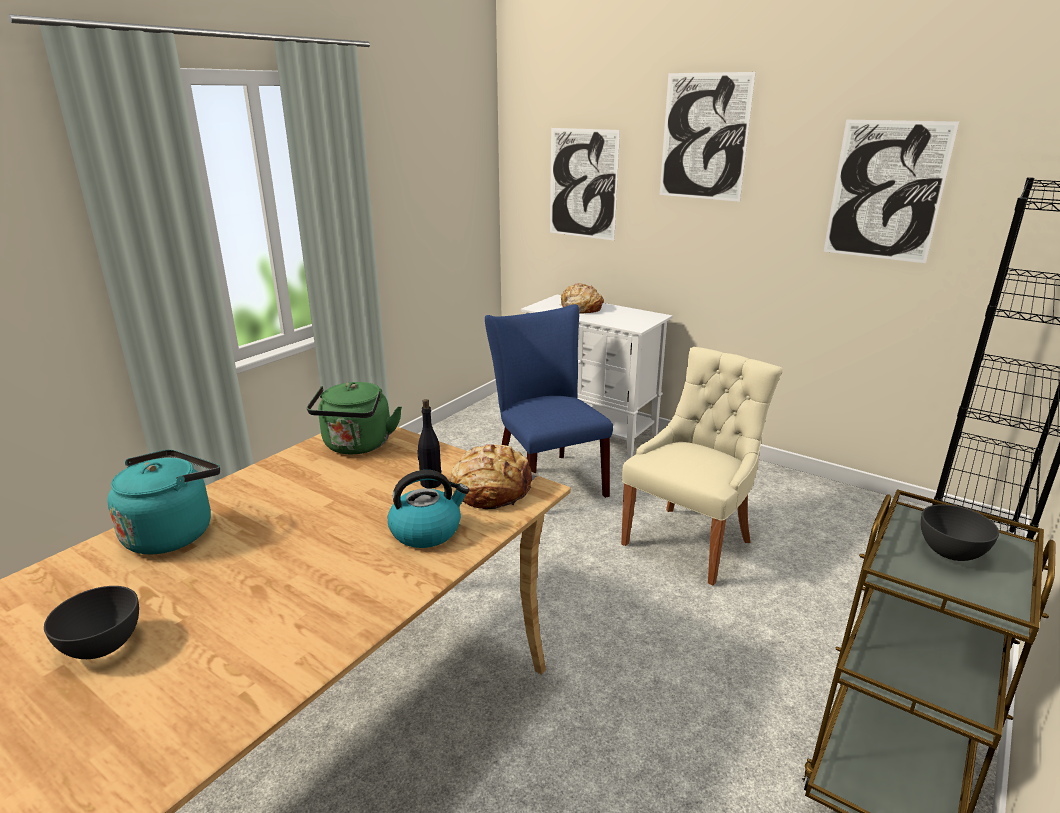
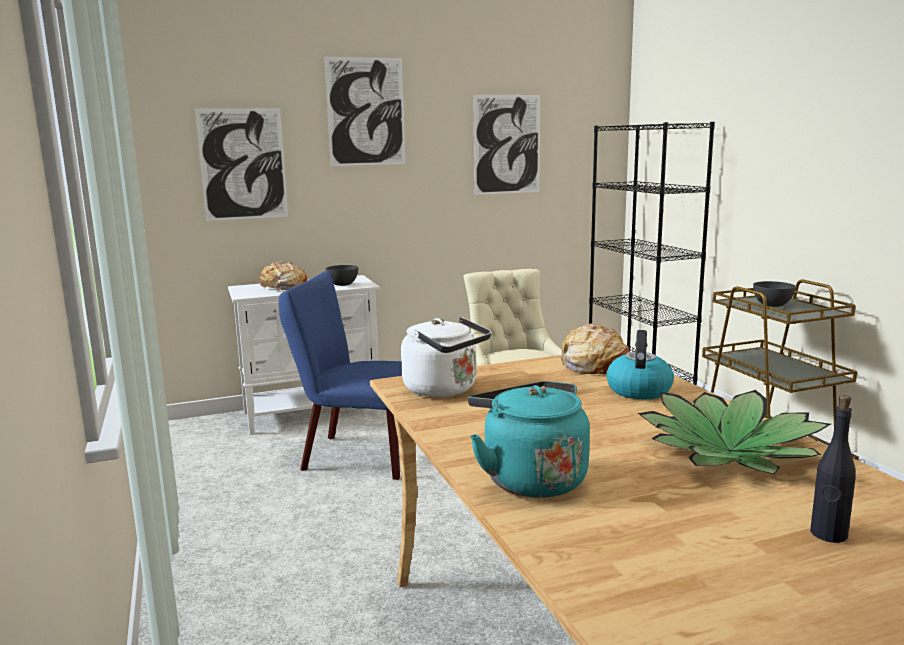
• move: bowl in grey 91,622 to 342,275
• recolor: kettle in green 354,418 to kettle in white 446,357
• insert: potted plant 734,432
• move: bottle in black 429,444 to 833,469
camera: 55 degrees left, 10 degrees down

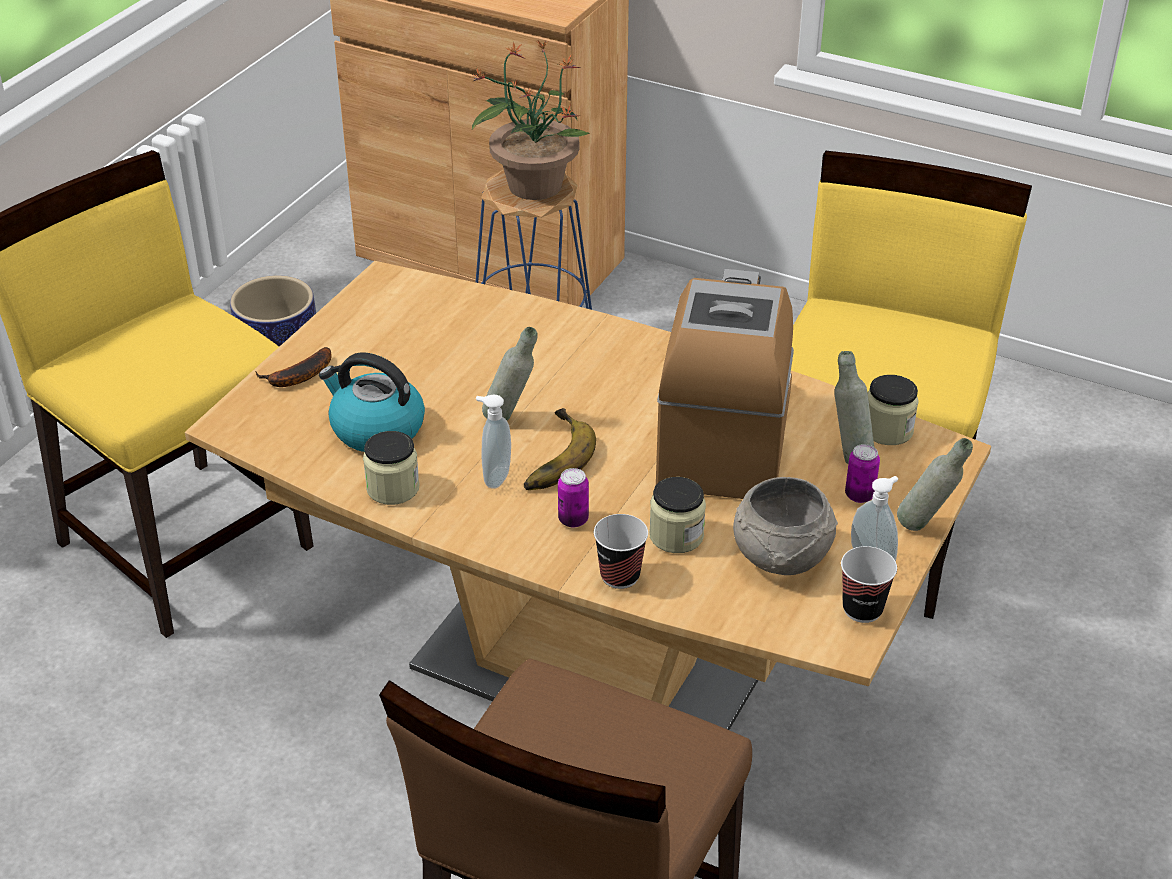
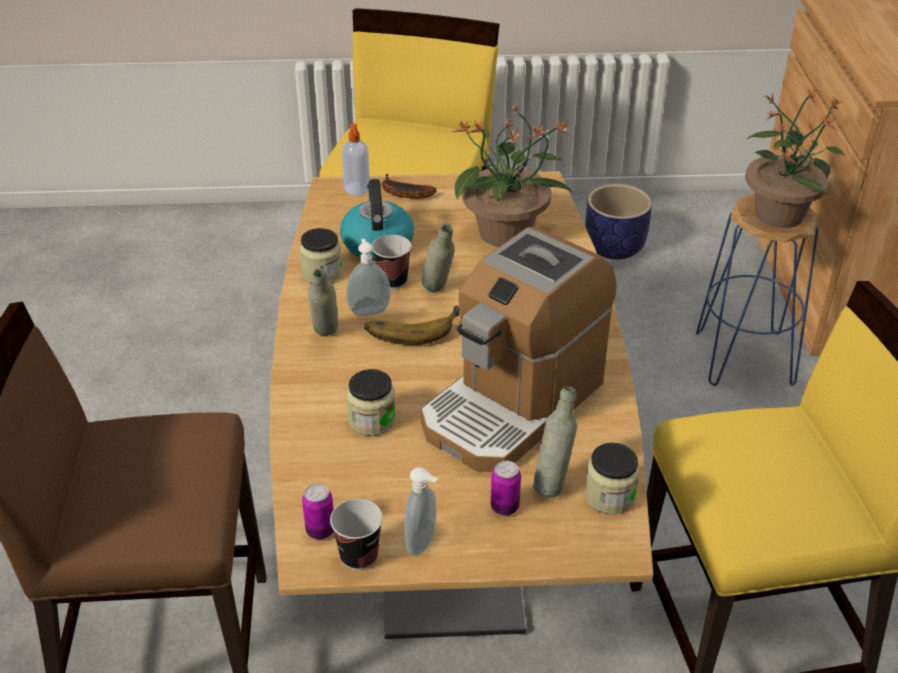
• move: can 573,498 to 318,512
• move: bottle in grey 935,484 to 323,302
• insert: soap dispenser 356,159
• move: cup 621,551 to 391,262
• rotate: coffee machine 725,384 = 519,349 150 degrees clockwise
• insert: potted plant 512,176
• delete: bowl in grey 785,526
camera: 60 degrees right, 0 degrees up

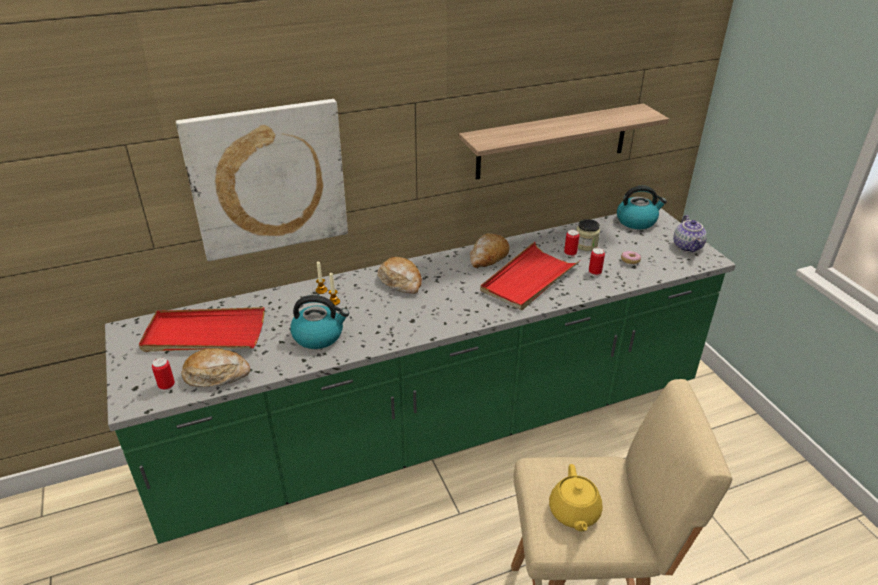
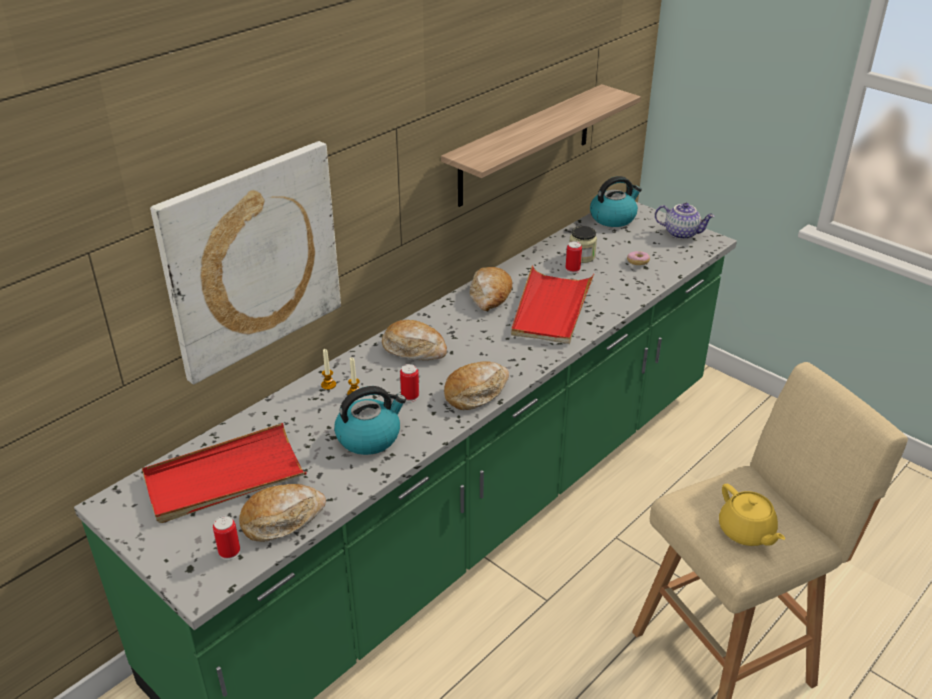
• move: can 597,262 to 409,383
• insert: bread 476,385
• rotate: teapot 690,233 = 685,221 45 degrees counterclockwise
camera: 25 degrees left, 0 degrees up

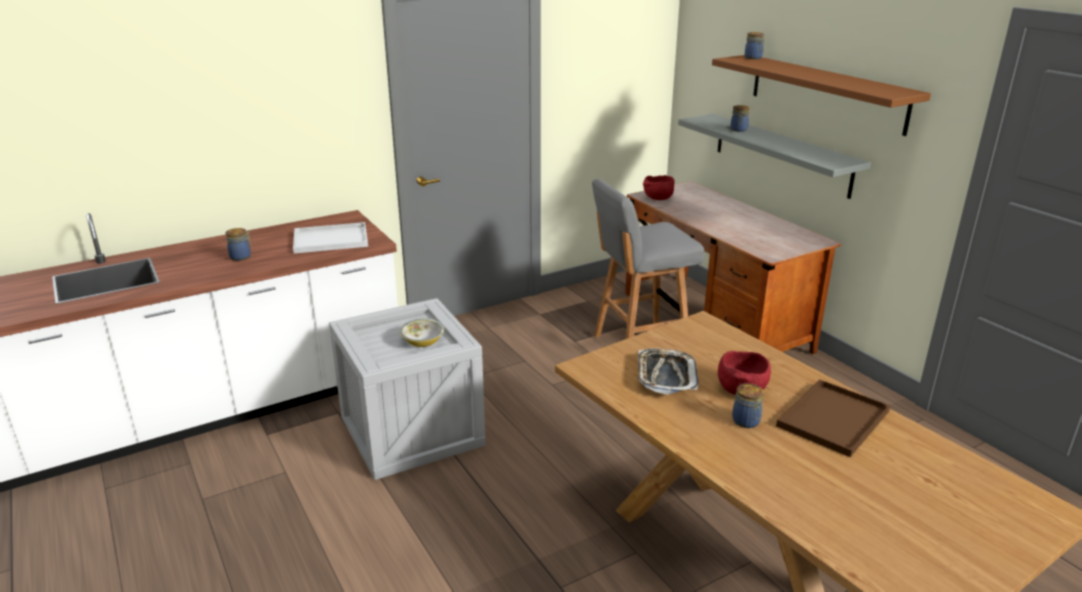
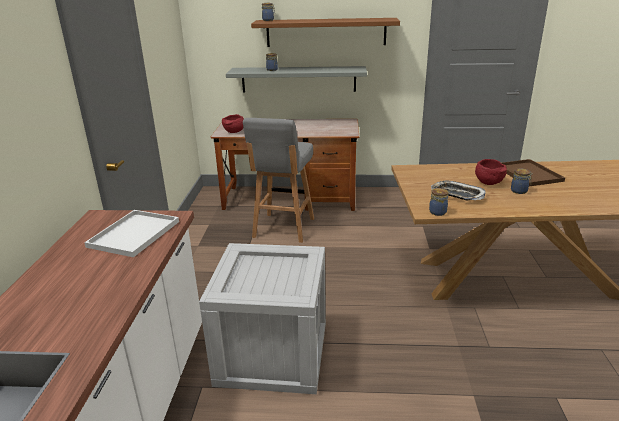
• move: jar 238,244 to 439,202
• delete: bowl 422,332
camera: 55 degrees left, 0 degrees up

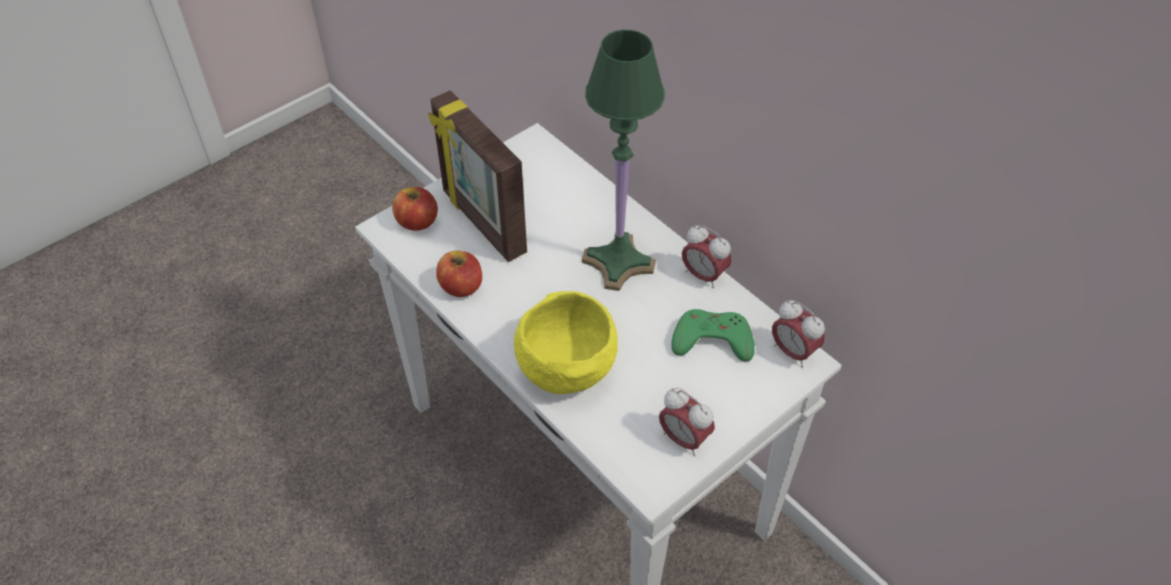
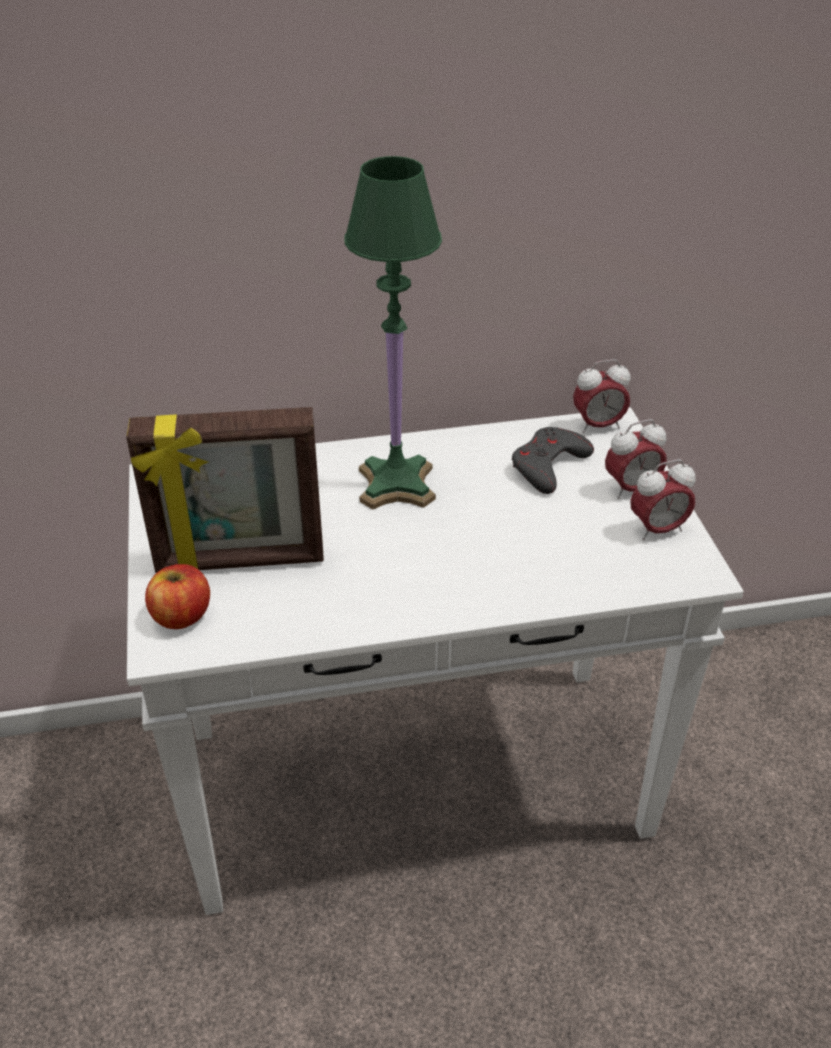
• recolor: game controller in green 713,335 to game controller in grey 553,460
• move: alarm clock 707,256 to 636,459
• delete: apple 459,274
• delete: bowl in yellow 566,342
camera: 60 degrees left, 10 degrees down

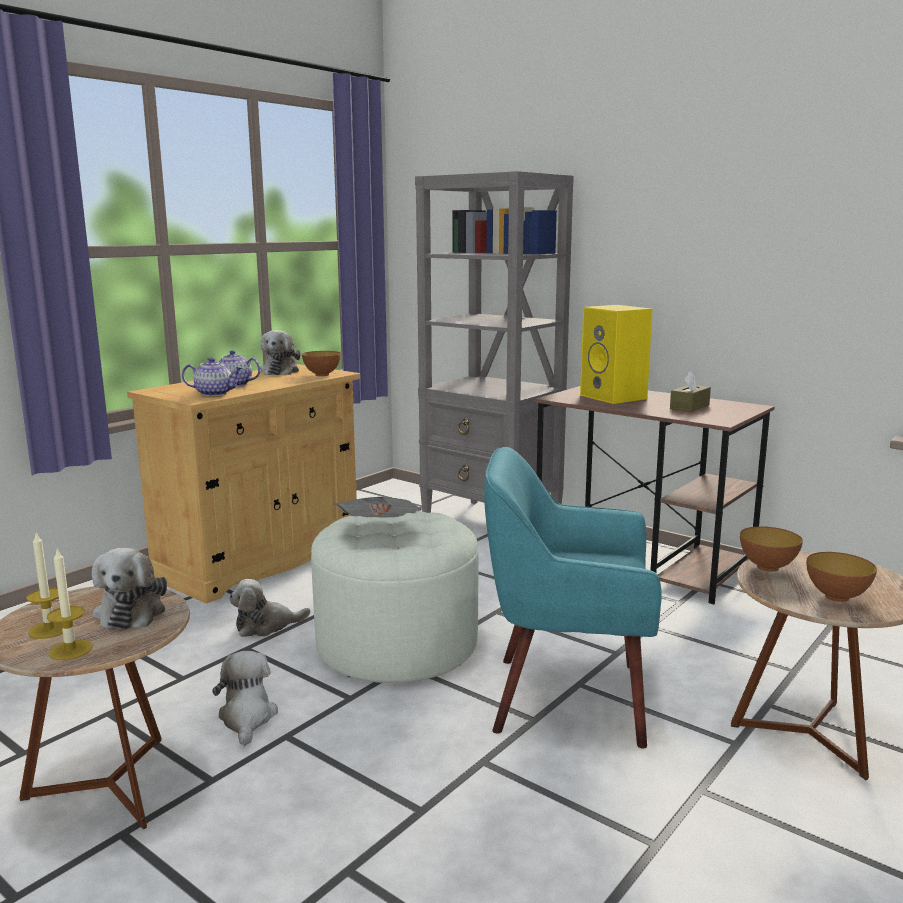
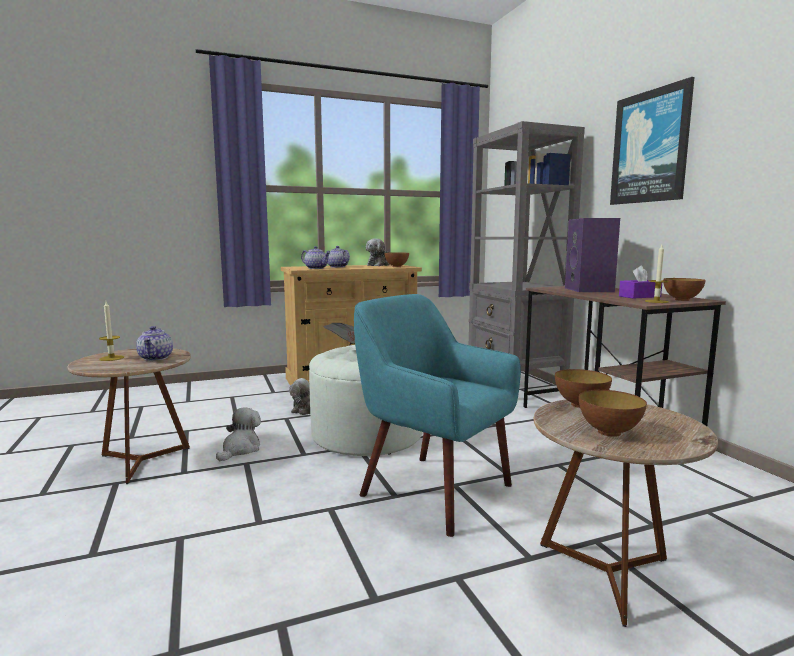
• replace: plush toy 129,589 to teapot 154,343
• recolor: speaker in yellow 616,354 to speaker in purple 592,255
• insert: picture 652,141
• recolor: tissue box in brown 690,391 to tissue box in purple 640,282
• move: candle 70,604 to 657,274
• insert: bowl 684,289
camera: 30 degrees right, 5 degrees down

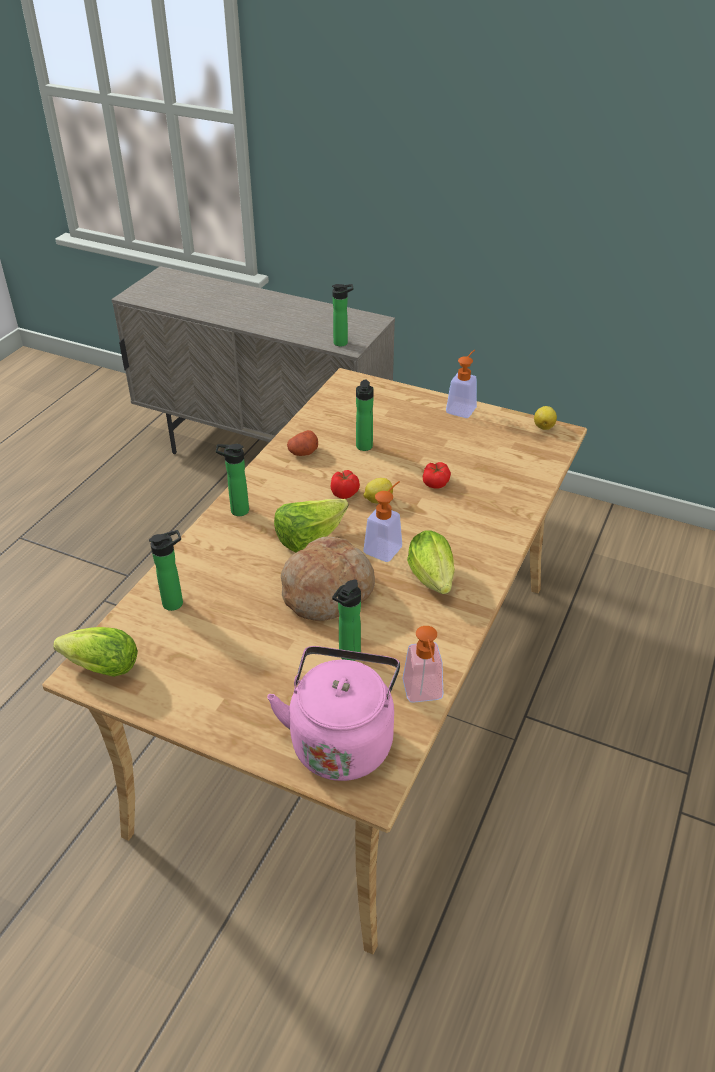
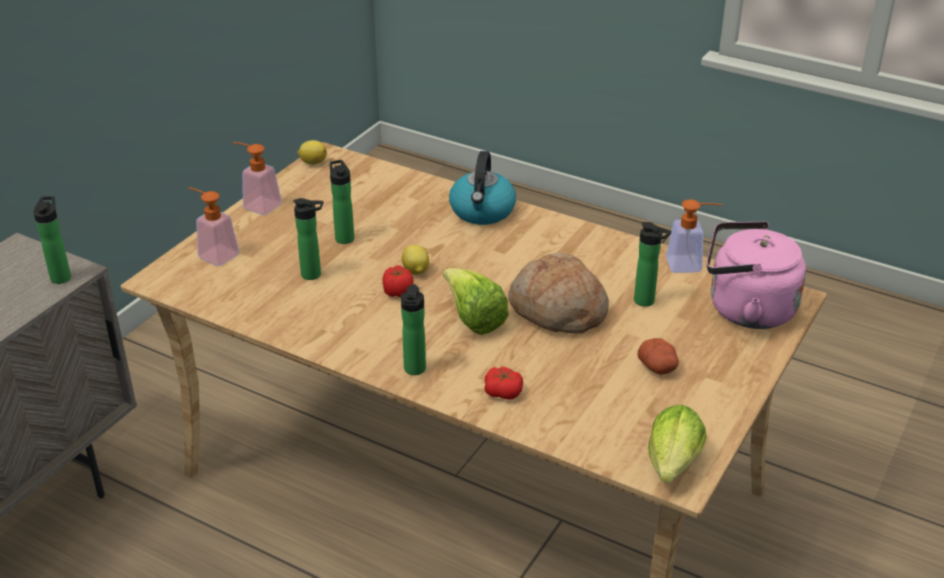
• move: soap dispenser 382,521 to 213,226
• move: bottle 166,570 to 342,202
• insert: kettle 482,188
• move: tomato 437,475 to 503,383
• move: potato 302,443 to 658,356
• delete: lettuce 431,562
camera: 85 degrees left, 5 degrees down

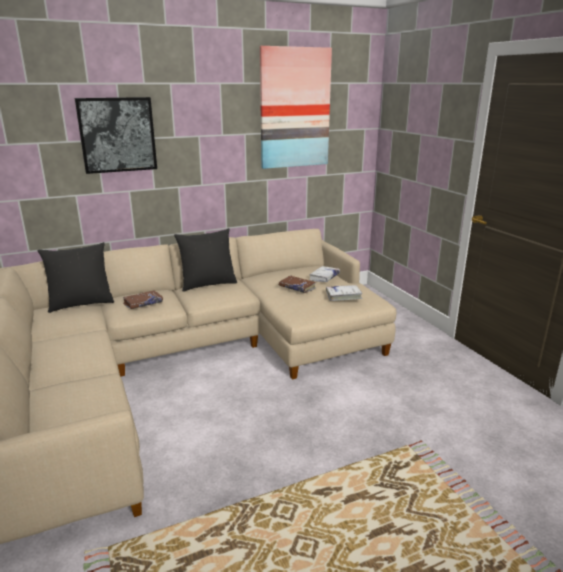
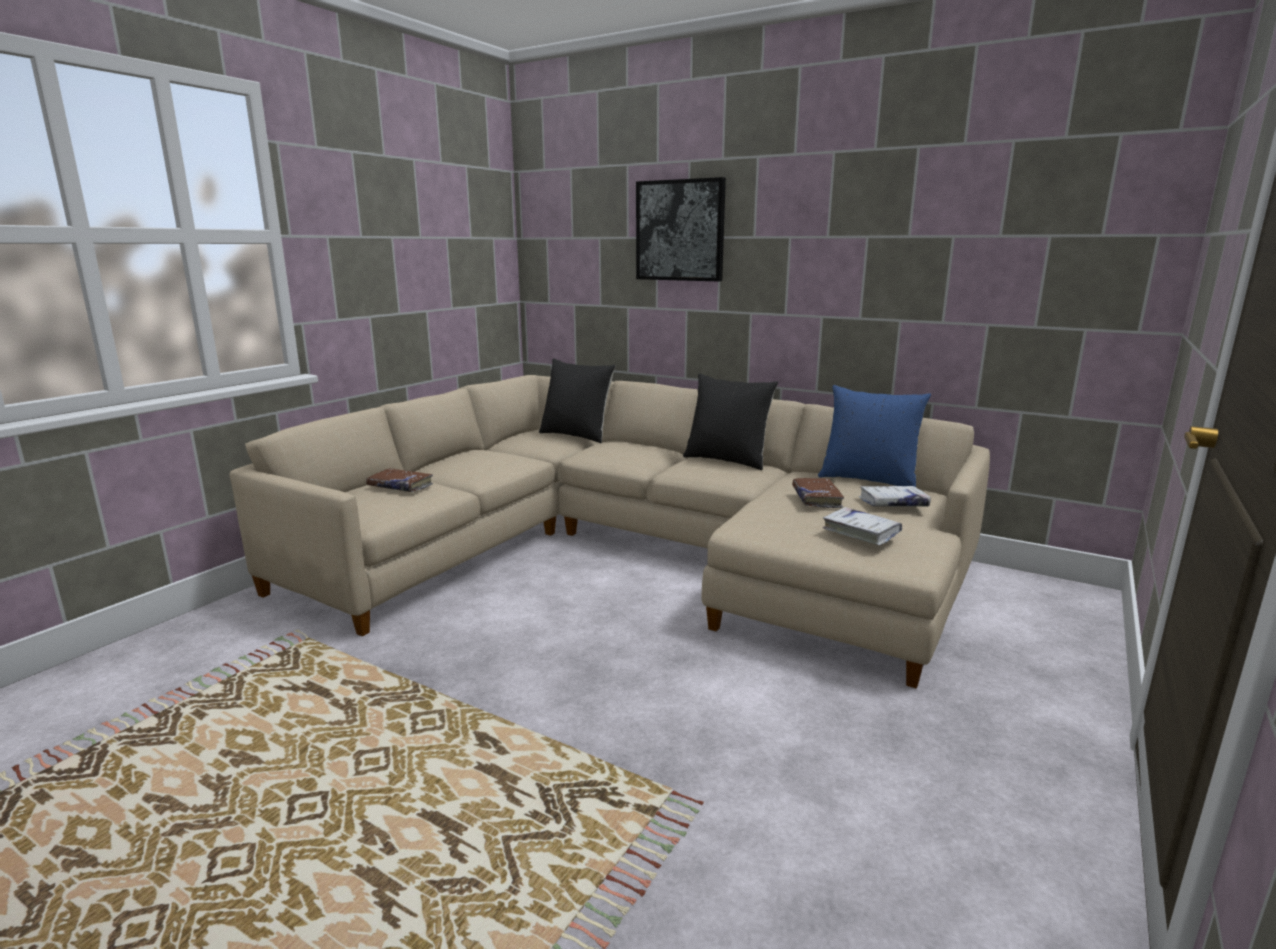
• move: book in brown 143,299 to 399,480
• insert: pillow in blue 874,436
• delete: picture 296,107
camera: 55 degrees right, 5 degrees down

